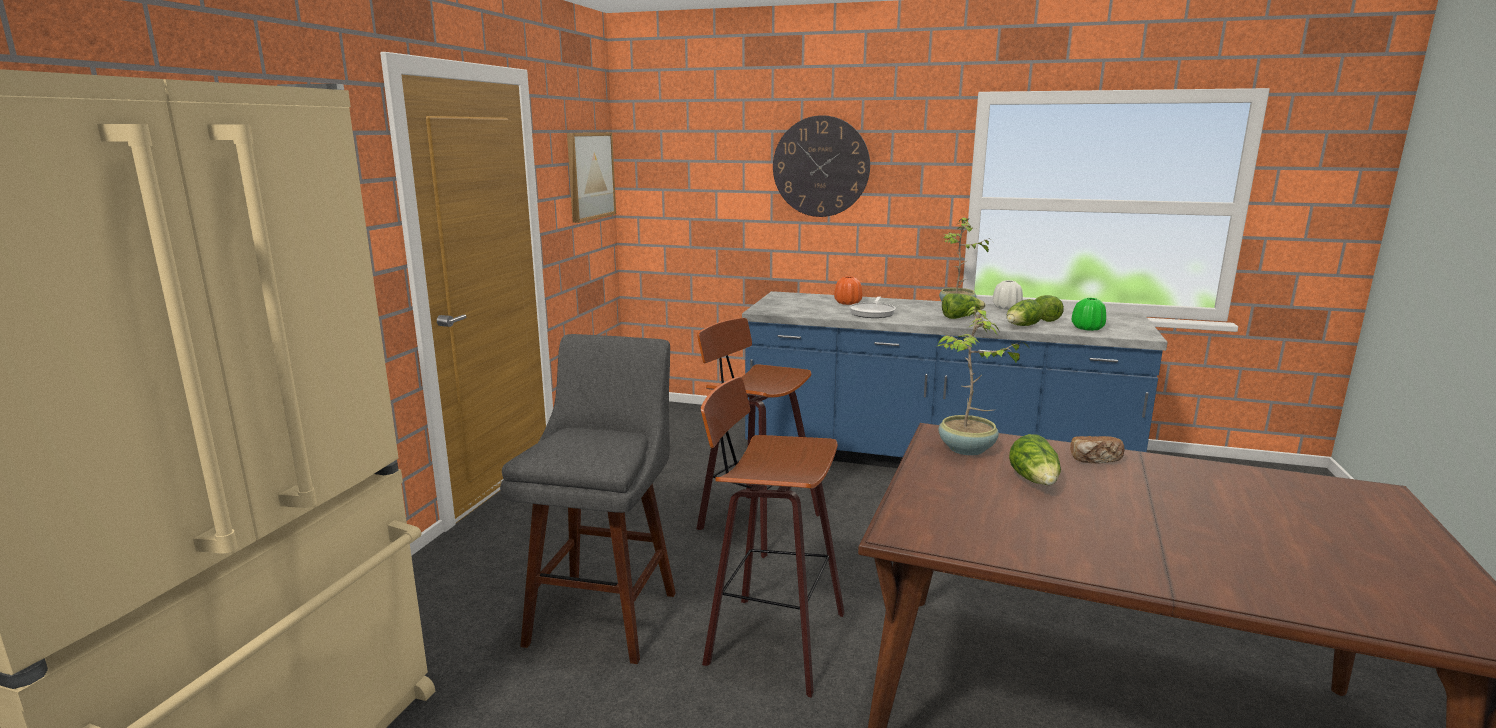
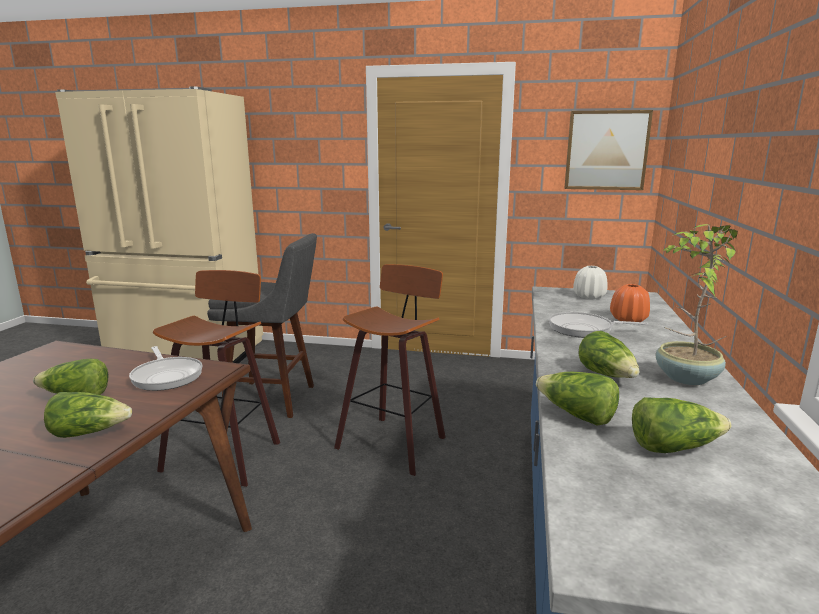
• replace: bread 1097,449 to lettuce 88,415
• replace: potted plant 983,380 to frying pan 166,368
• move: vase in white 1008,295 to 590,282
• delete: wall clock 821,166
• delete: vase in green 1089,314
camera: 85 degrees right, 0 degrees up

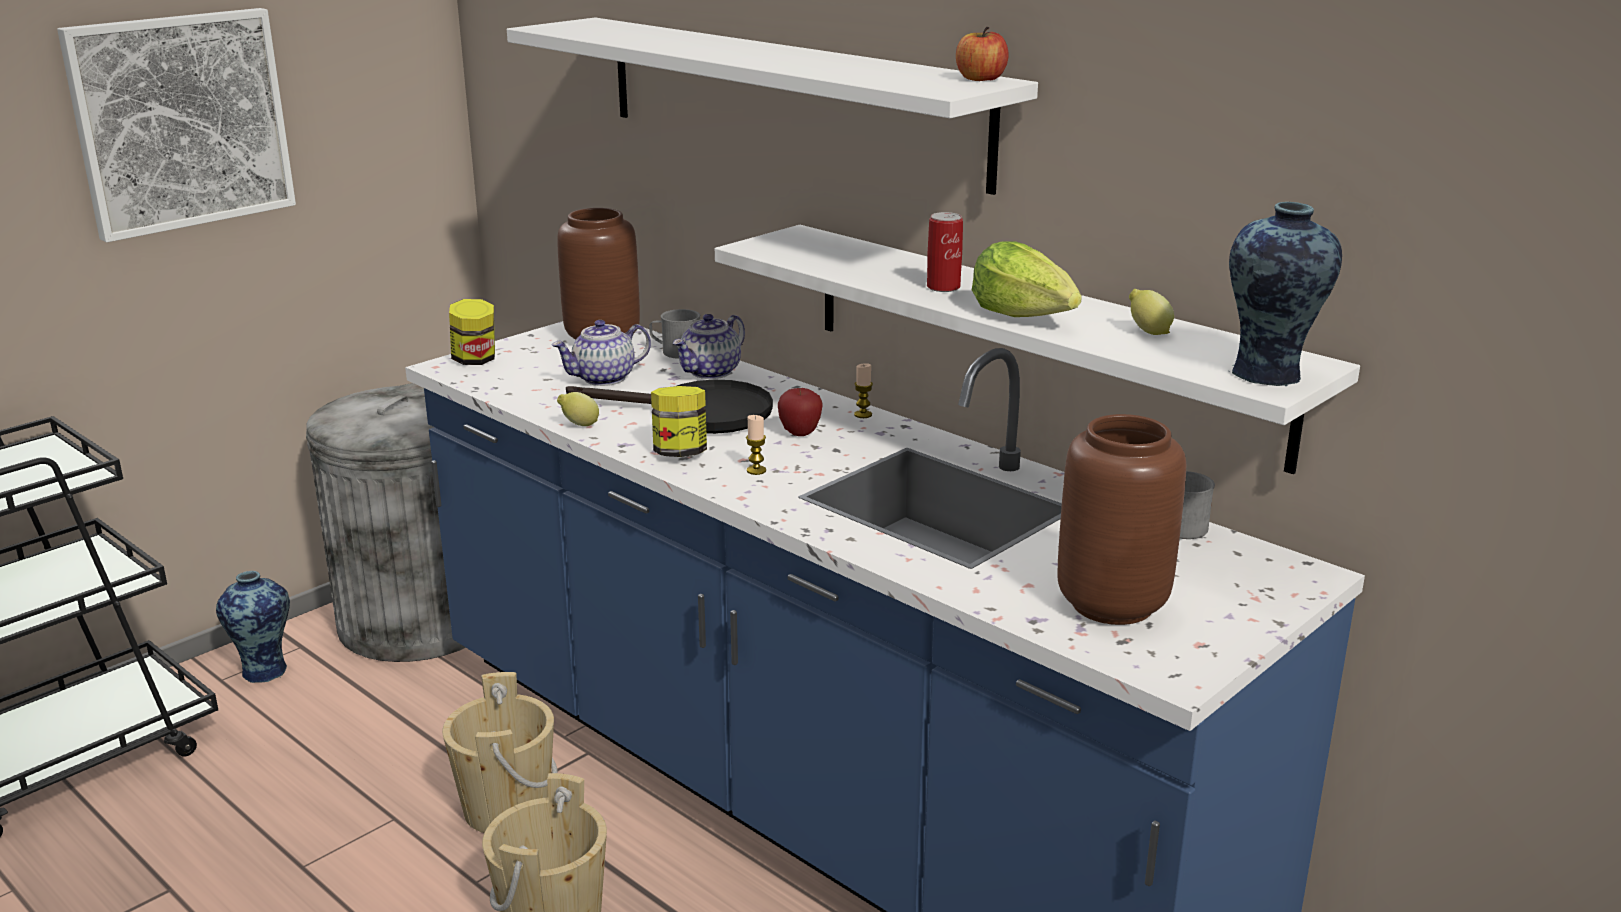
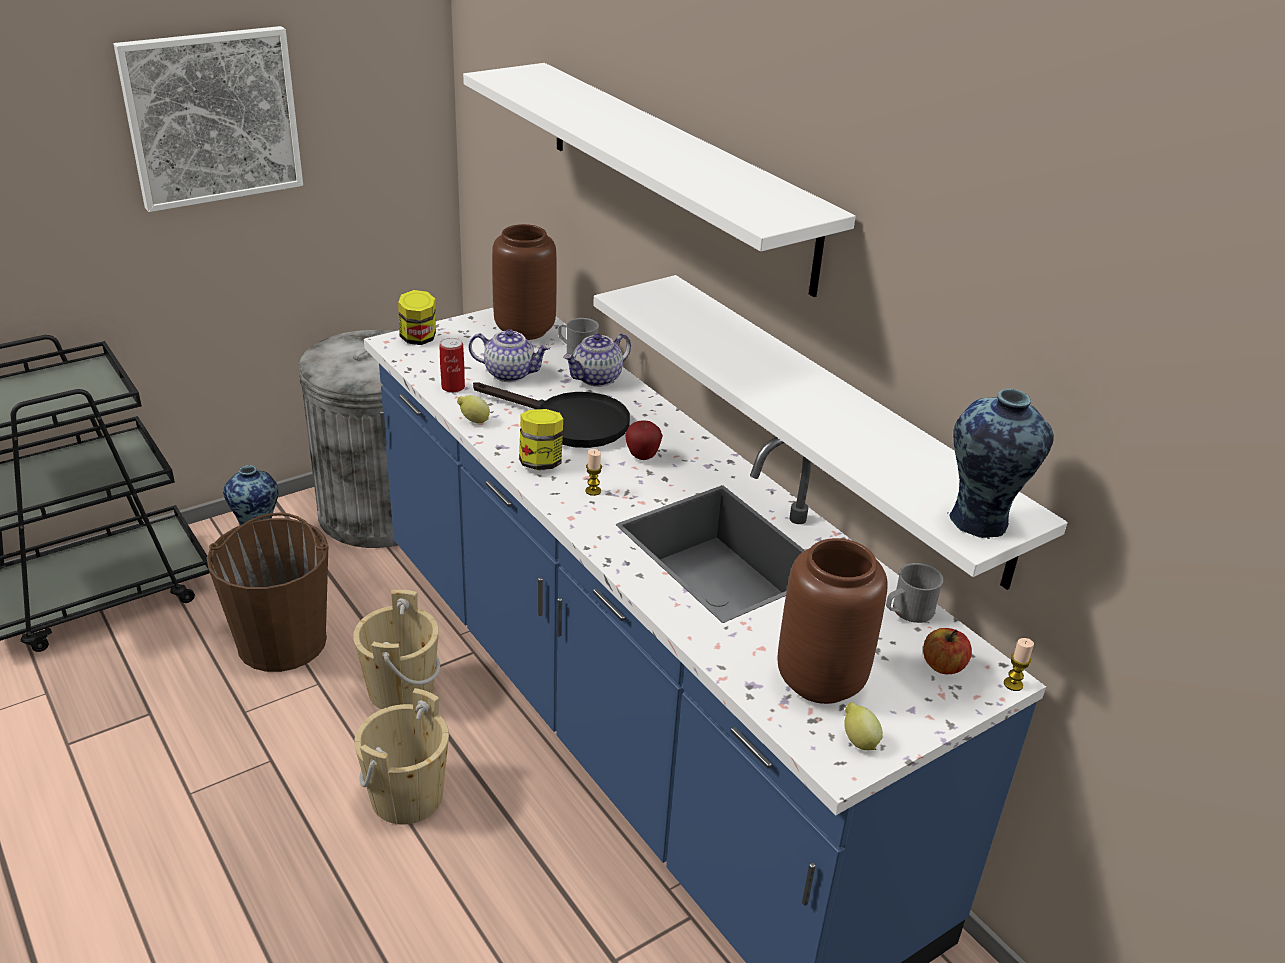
• insert: bucket in brown 268,592
• move: can 945,252 to 452,365
• rotate: teapot 601,353 = 509,355 150 degrees counterclockwise
• move: lemon 1151,312 to 863,726
• move: apple 982,54 to 947,651
• move: candle 863,390 to 1019,664
• delete: lettuce 1027,279
camera: 10 degrees right, 10 degrees up

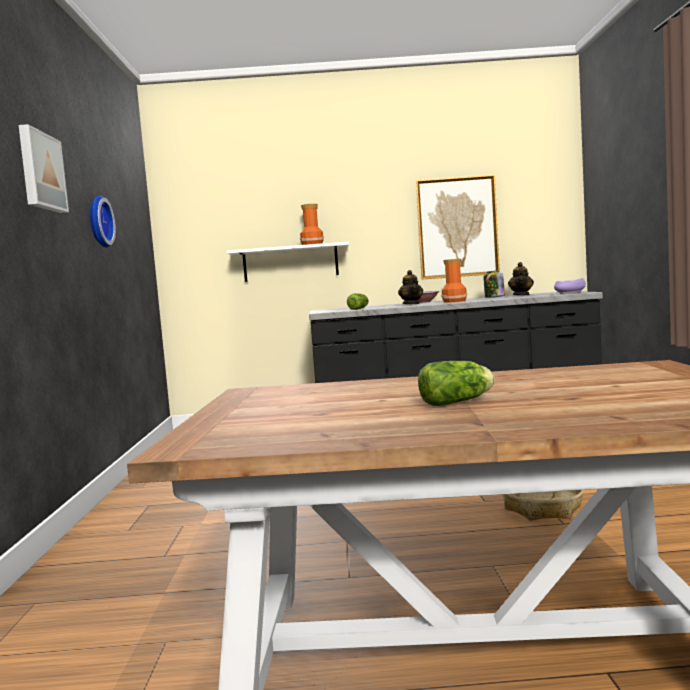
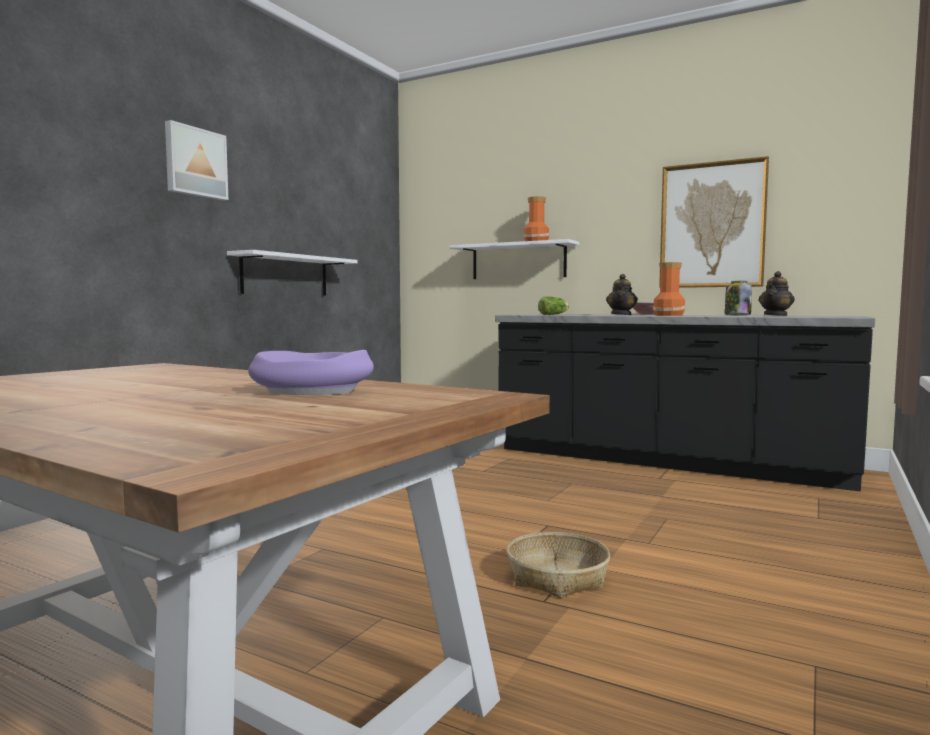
• insert: shelf in white 292,273
• move: bowl in purple 570,286 to 311,372
• delete: wall clock 103,222
• delete: lettuce 456,383
camera: 30 degrees right, 0 degrees up

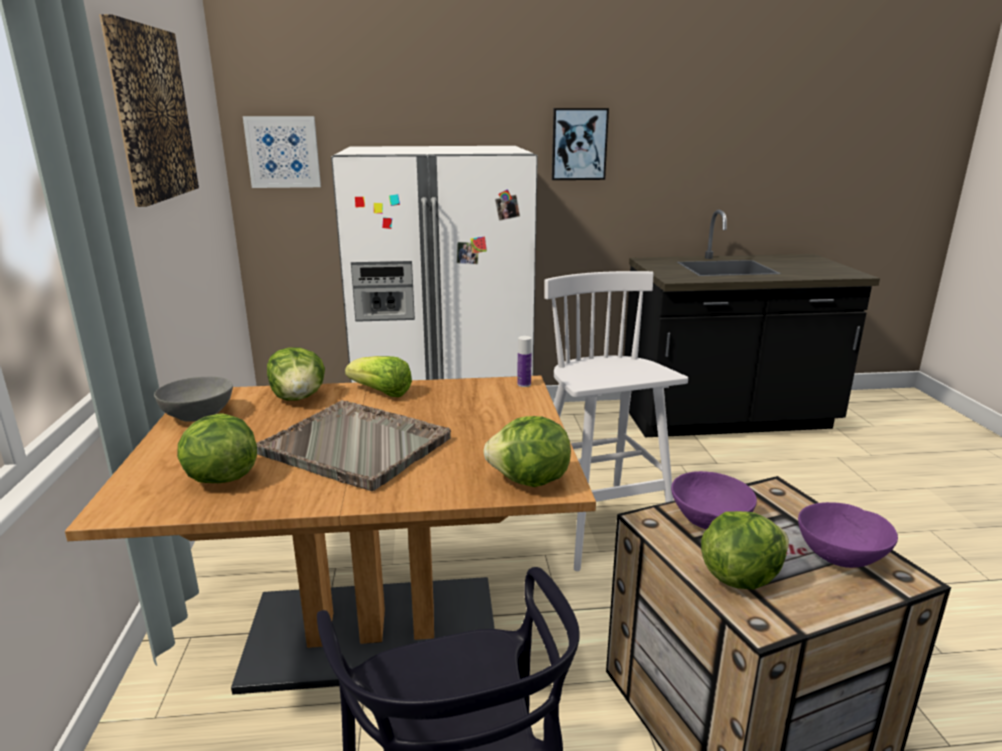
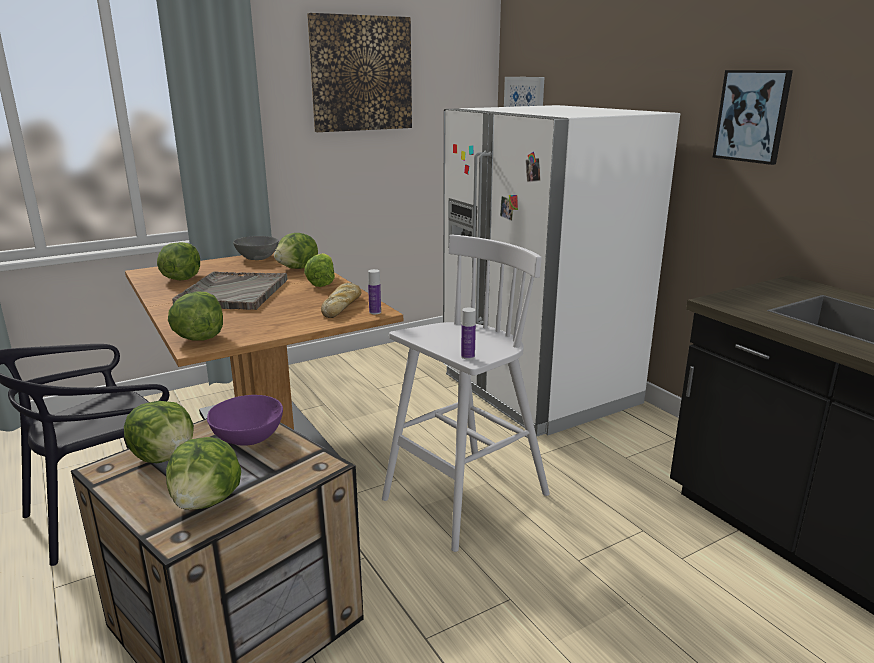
• replace: bowl in purple 848,535 to lettuce 203,473
• insert: bread 341,300
• insert: bottle 468,333
camera: 65 degrees right, 0 degrees up

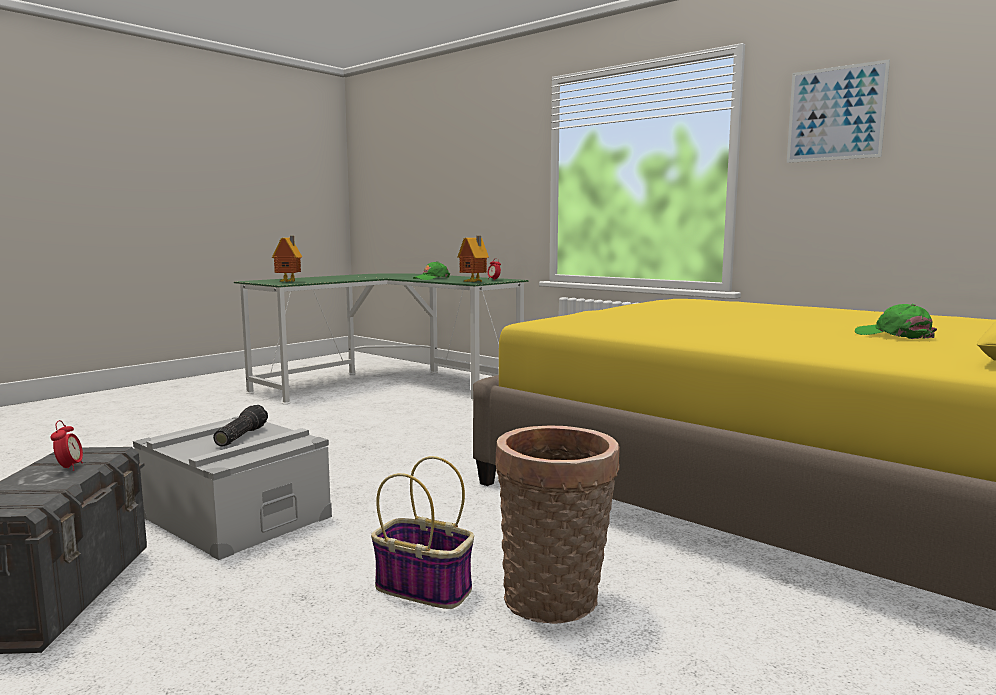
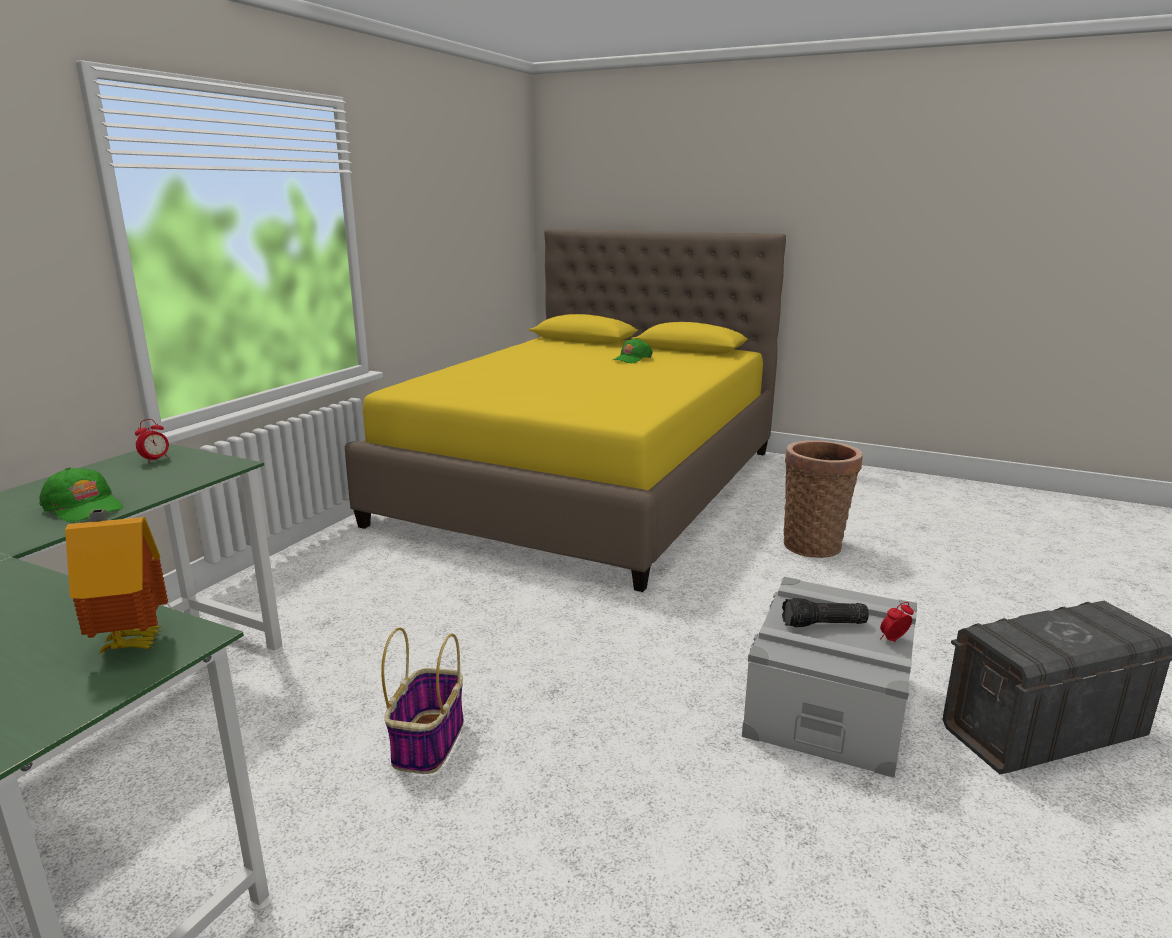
• move: basket 422,532 to 422,700
• move: alarm clock 66,445 to 897,622
• delete: toy house 473,259
• delete: picture 838,111
camera: 105 degrees left, 10 degrees up

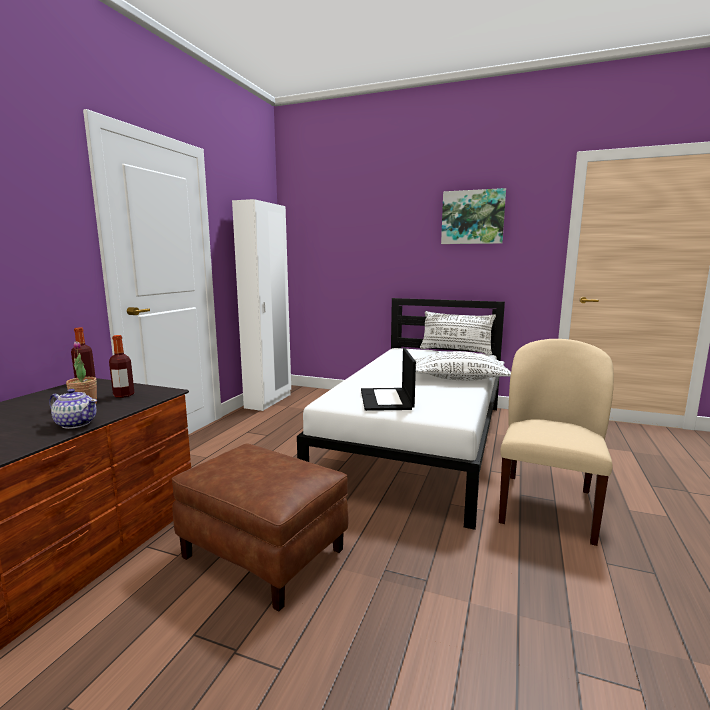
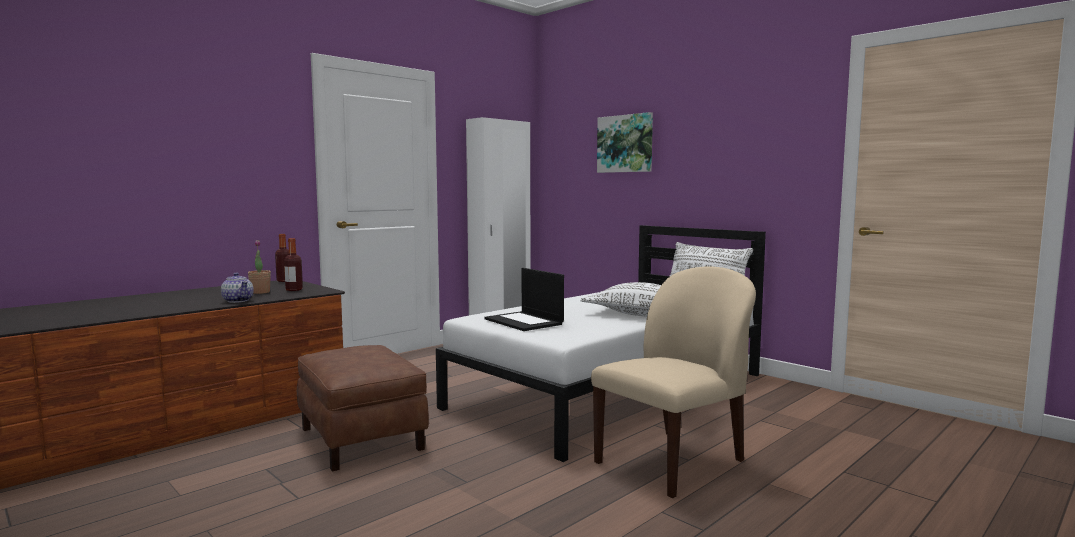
• rotate: laptop 388,379 = 524,299 60 degrees counterclockwise
• move: picture 473,216 to 625,142
camera: 25 degrees right, 5 degrees down

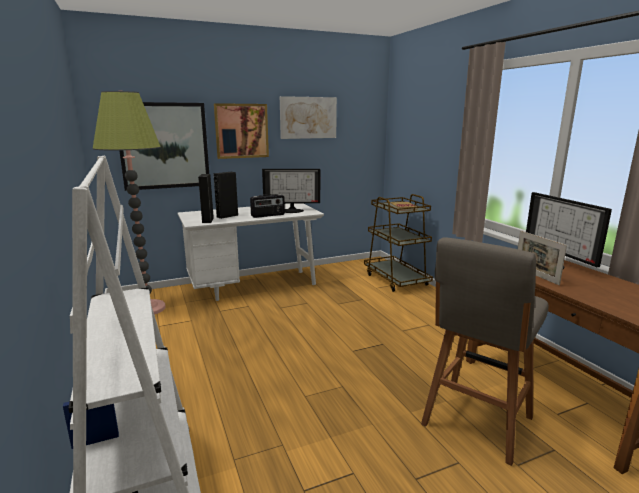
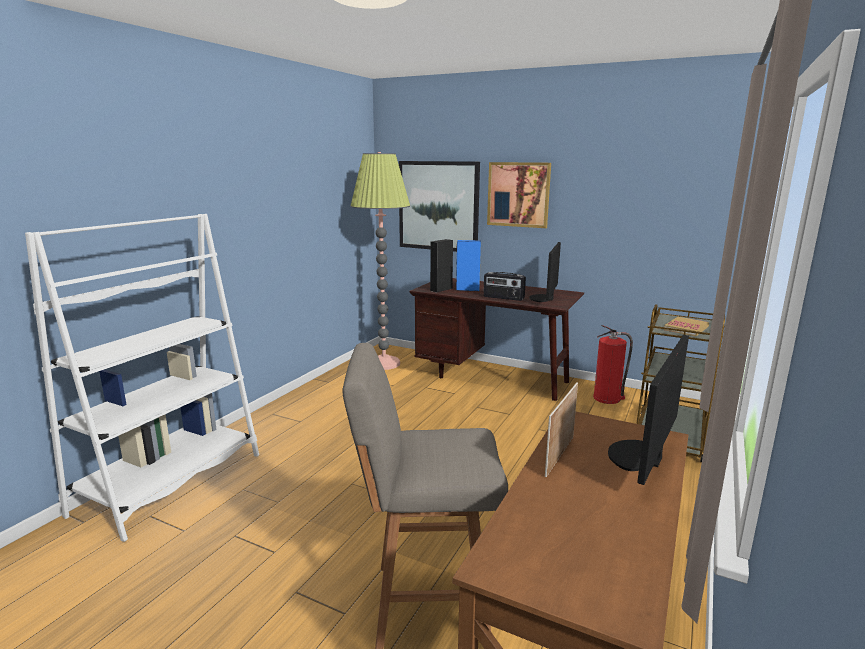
• recolor: desk in white 251,252 to desk in brown 496,339
• recolor: speaker in black 225,195 to speaker in blue 468,265
• rotate: monitor 291,191 = 545,272 60 degrees clockwise
• insert: fire extinguisher 613,364
• delete: picture 308,117
camera: 50 degrees right, 0 degrees up

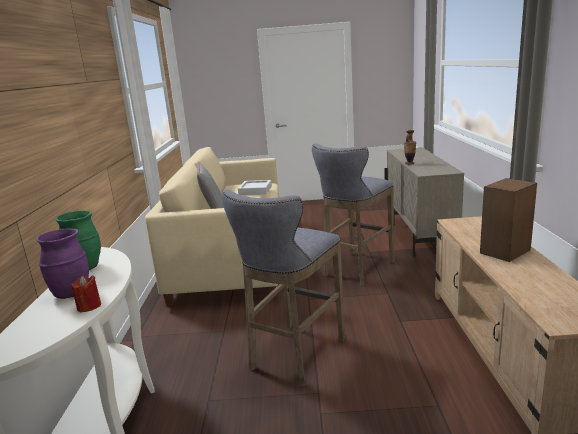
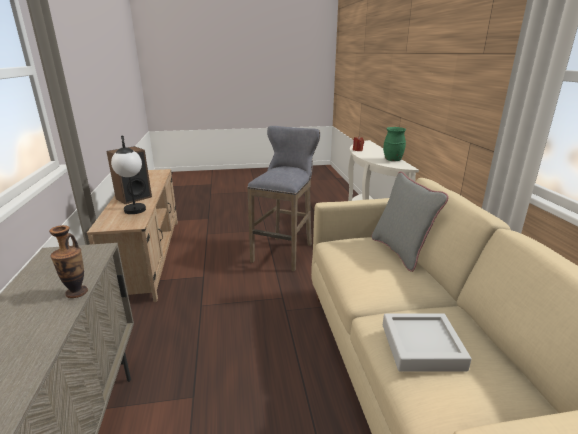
• insert: table lamp 128,174
• delete: vase in purple 62,263
• delete: stool in grey 353,214
camera: 170 degrees right, 5 degrees up

